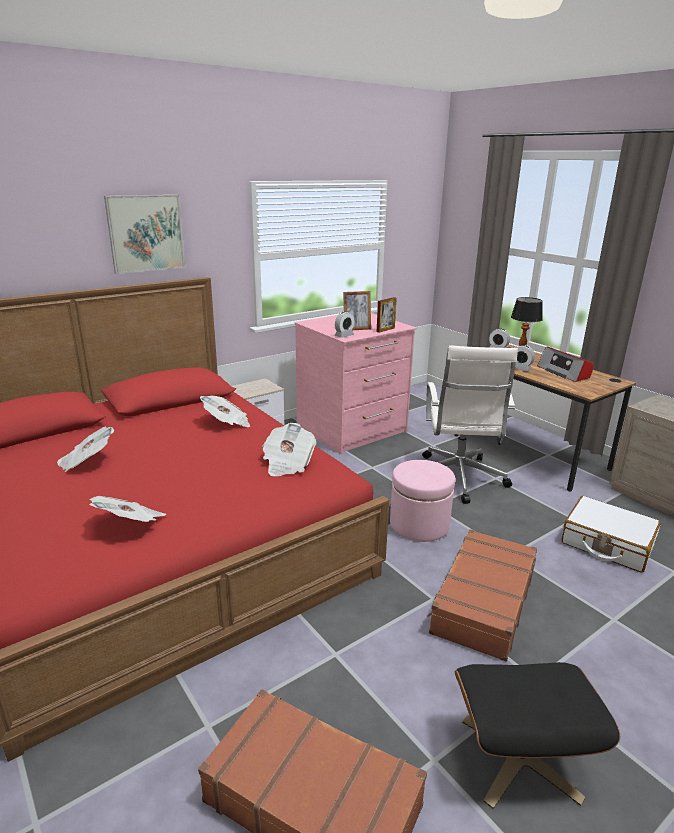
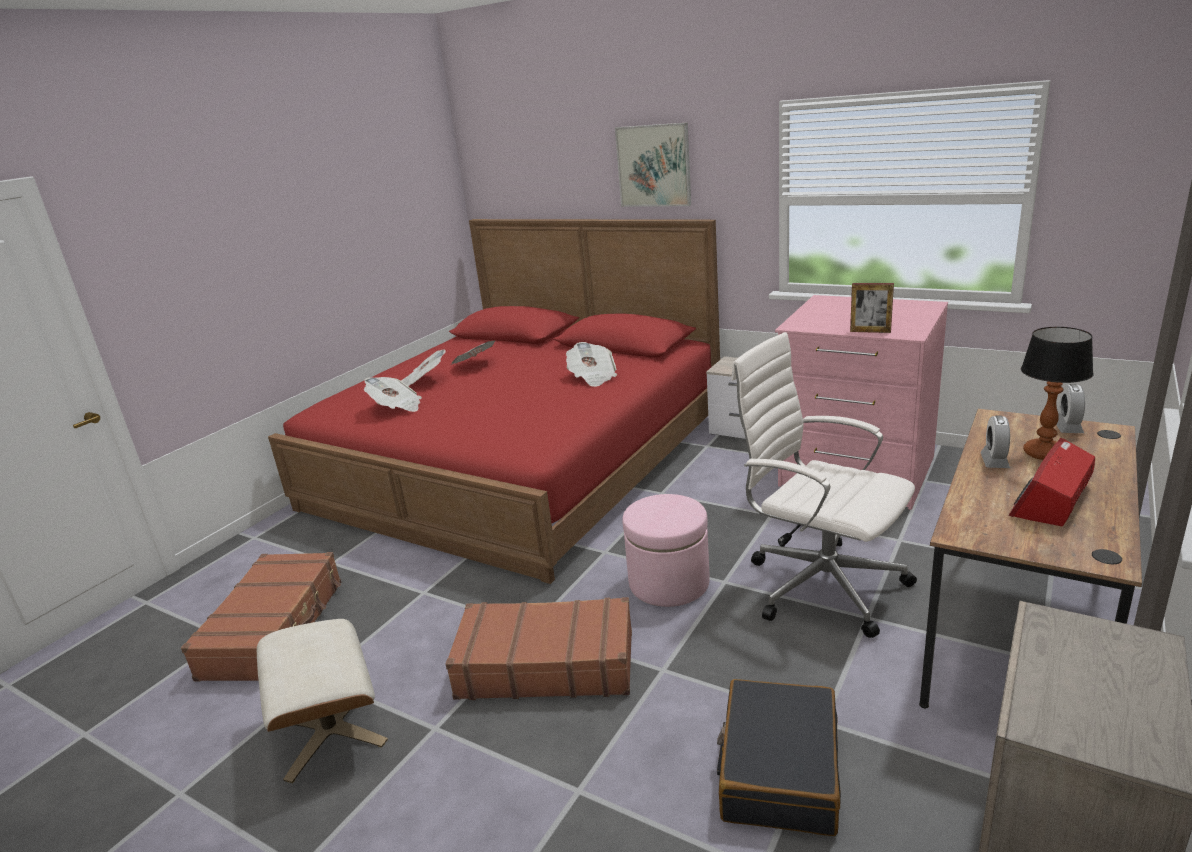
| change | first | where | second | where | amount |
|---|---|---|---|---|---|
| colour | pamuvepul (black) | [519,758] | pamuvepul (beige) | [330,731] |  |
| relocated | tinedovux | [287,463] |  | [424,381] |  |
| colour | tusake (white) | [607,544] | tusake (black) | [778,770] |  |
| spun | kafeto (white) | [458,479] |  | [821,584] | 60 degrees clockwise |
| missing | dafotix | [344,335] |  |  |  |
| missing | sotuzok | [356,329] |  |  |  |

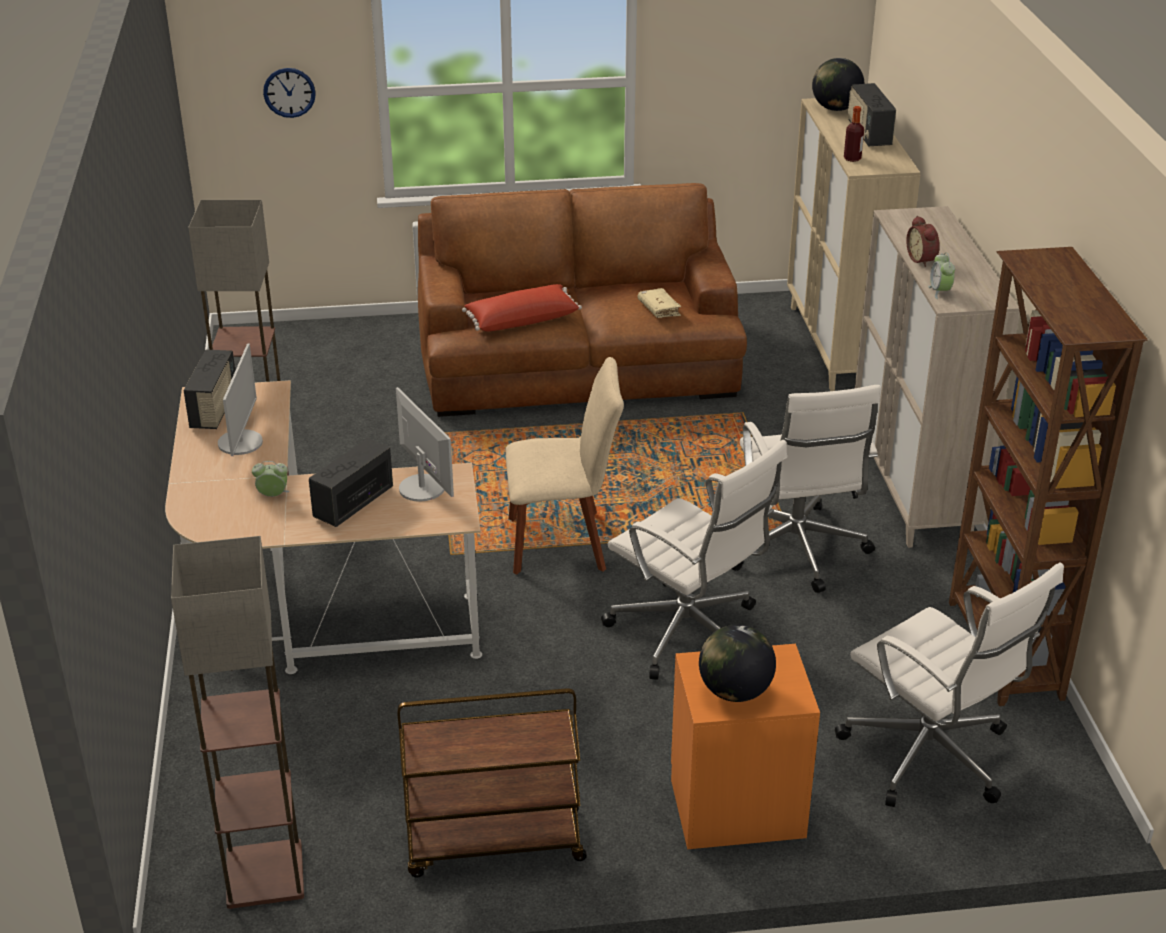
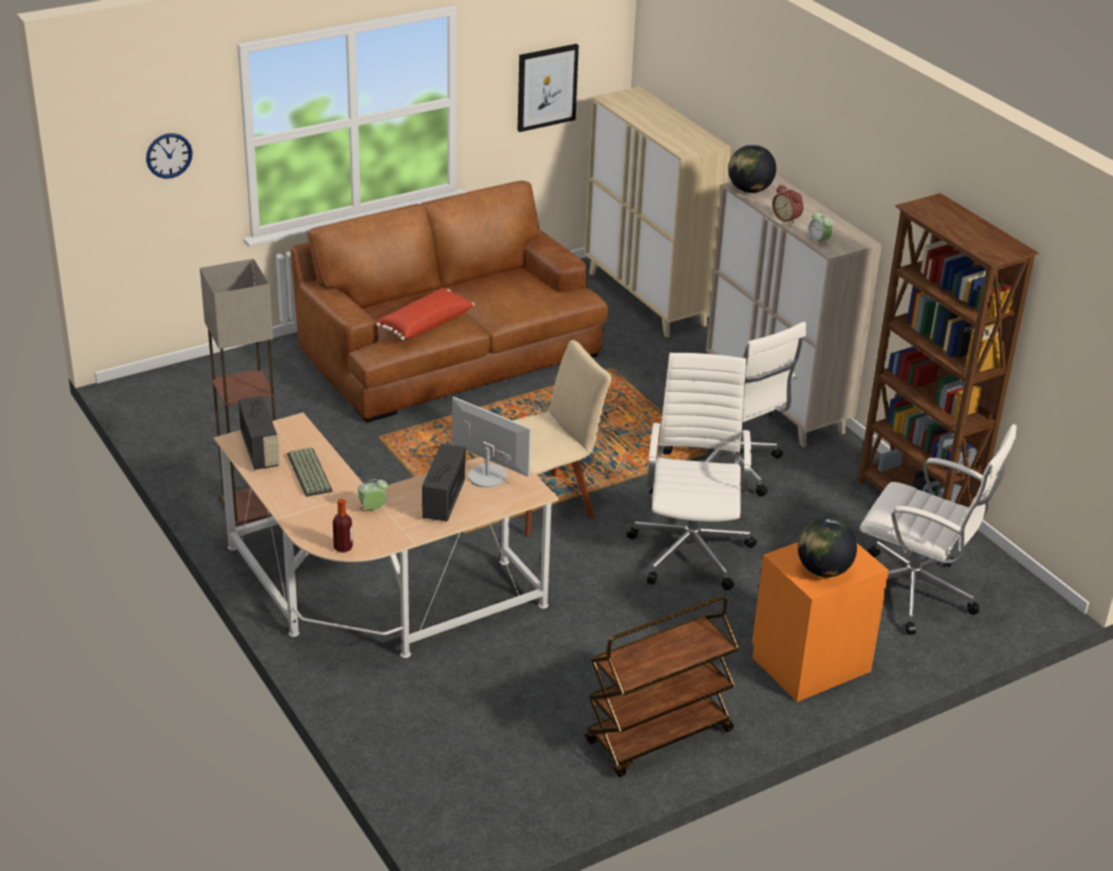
| change | first | where | second | where | amount |
|---|---|---|---|---|---|
| exchanged | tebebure | [241,442] | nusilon | [308,472] |  |
| relocated | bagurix | [852,158] |  | [343,547] |  |
| appeared |  |  | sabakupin | [546,87] |  |
| spun | kafeto (white) | [689,634] |  | [691,550] | 105 degrees counterclockwise |
| relocated | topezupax | [836,108] |  | [749,190] |  |
| missing | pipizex | [266,875] |  |  |  |
| missing | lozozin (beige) | [659,309] |  |  |  |
| missing | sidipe | [868,134] |  |  |  |

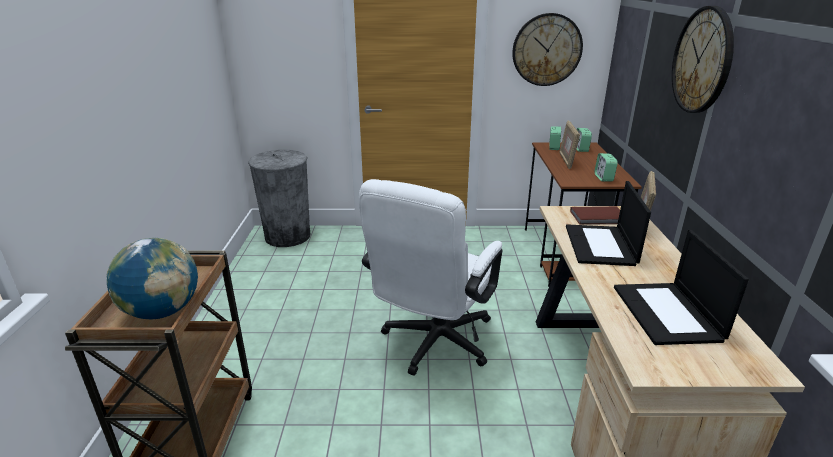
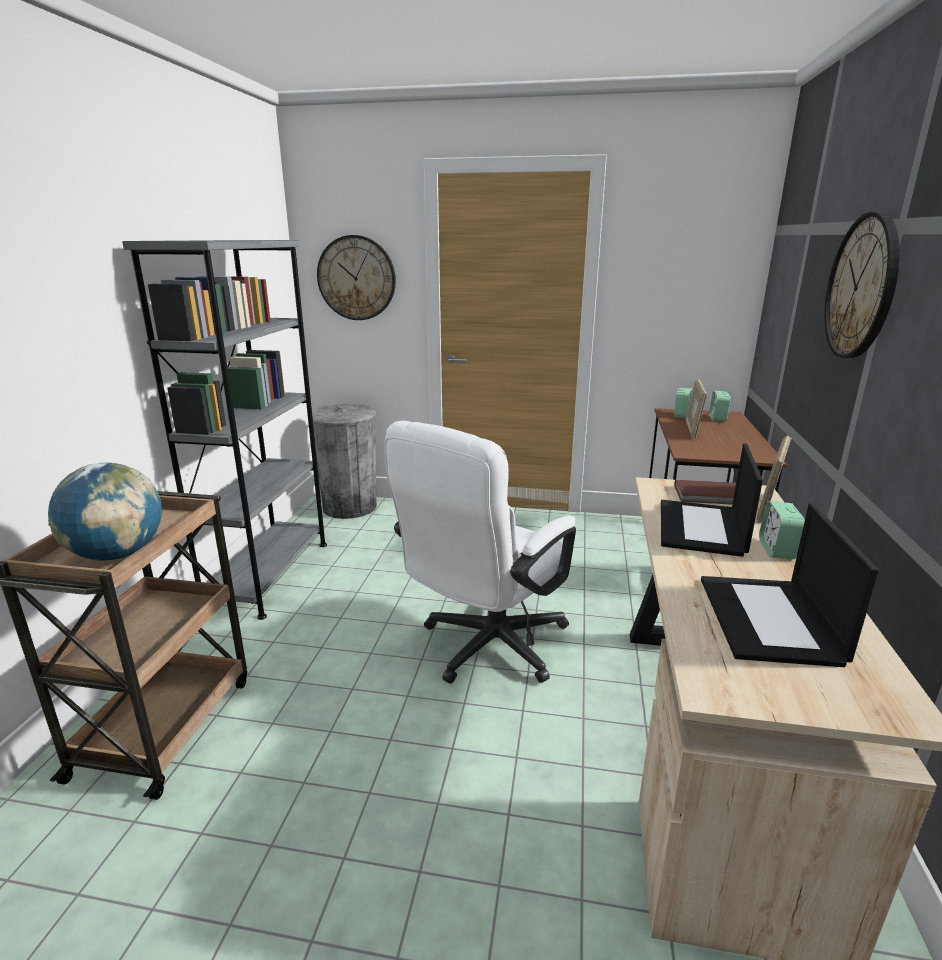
| change | first | where | second | where | amount |
|---|---|---|---|---|---|
| appeared |  |  | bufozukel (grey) | [269,575] |  |
| relocated | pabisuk | [547,50] |  | [356,278] |  |
| relocated | dafotix | [603,178] |  | [776,550] |  |

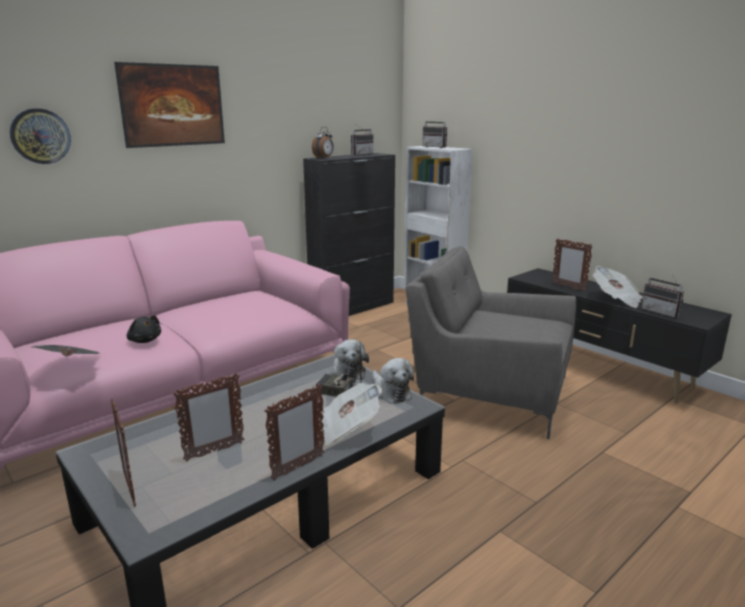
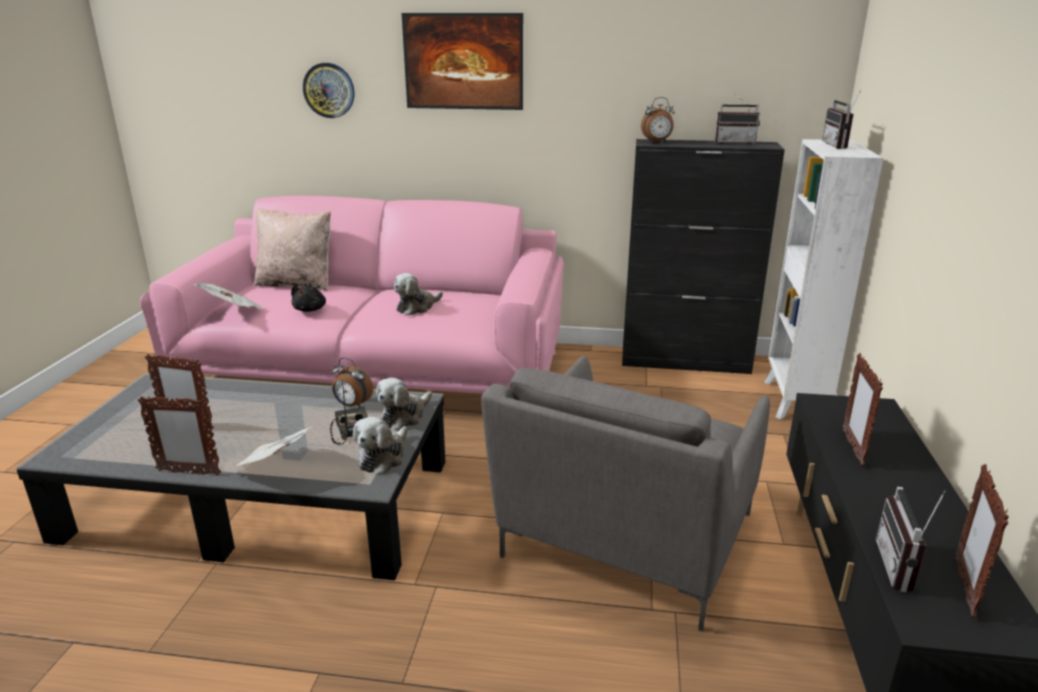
| change | first | where | second | where | amount |
|---|---|---|---|---|---|
| appeared |  |  | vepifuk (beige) | [297,284] |  |
| appeared |  |  | dafotix | [352,405] |  |
| appeared |  |  | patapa | [417,307] |  |
| spun | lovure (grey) | [489,391] |  | [624,540] | 135 degrees counterclockwise |
| relocated | sotuzok | [130,488] |  | [964,586] |  |
| missing | tinedovux | [616,299] |  |  |  |

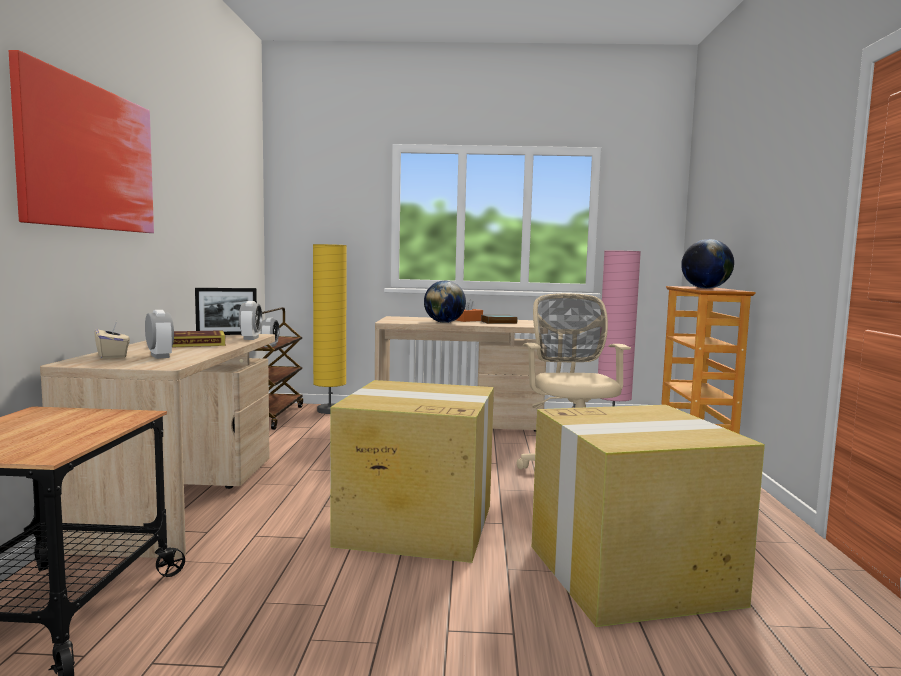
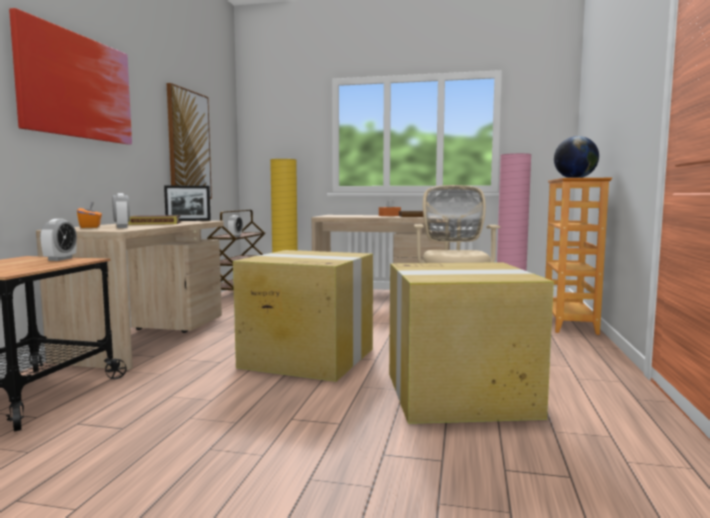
| change | first | where | second | where | amount |
|---|---|---|---|---|---|
| relocated | dafotix | [251,338] |  | [60,259] |  |
| colour | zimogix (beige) | [113,356] | zimogix (orange) | [90,227] |  |
| appeared |  |  | sabakupin | [188,145] |  |
| missing | topezupax | [444,322] |  |  |  |

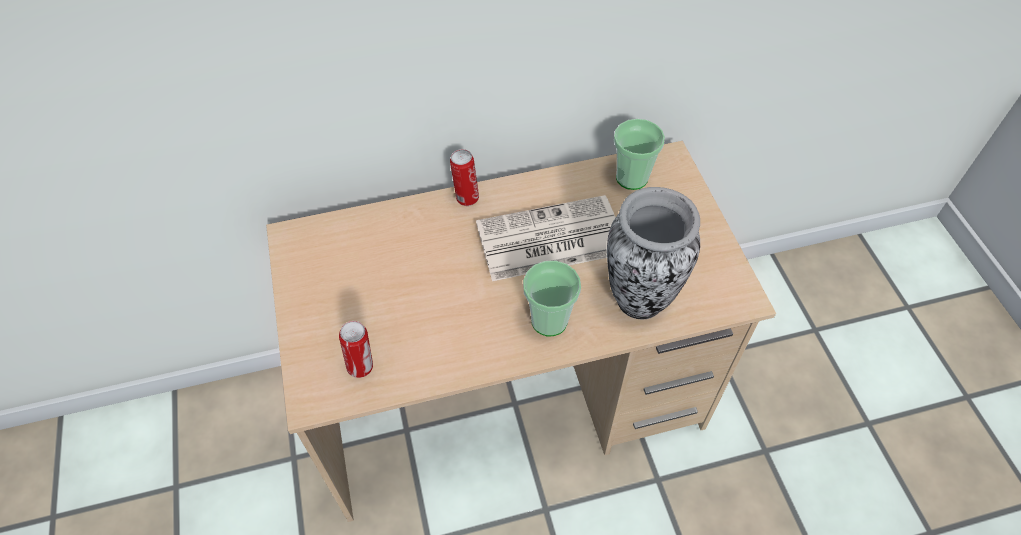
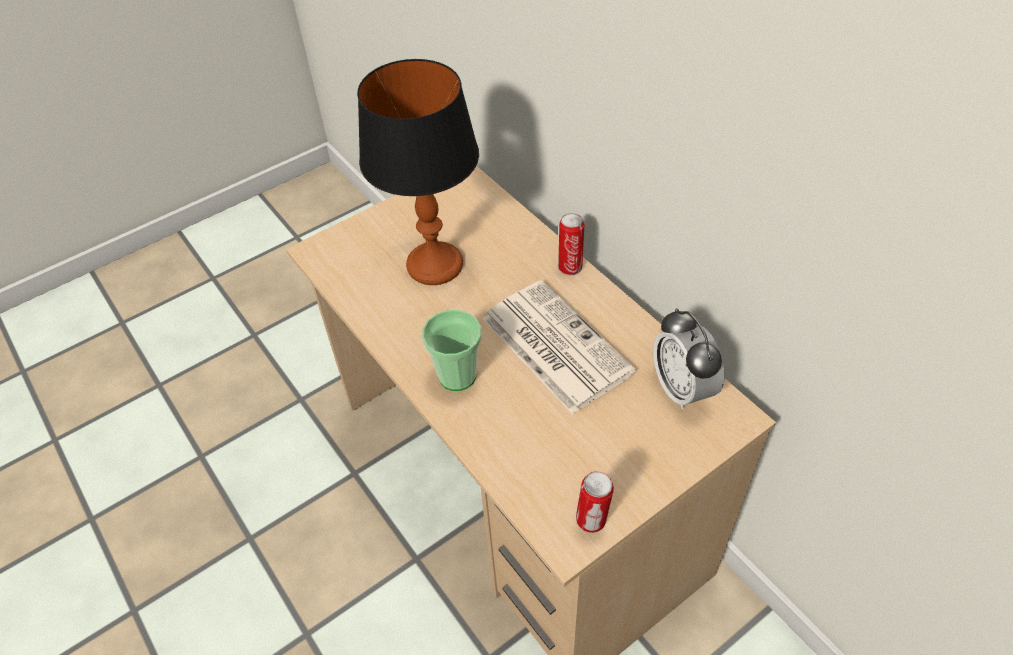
| change | first | where | second | where | amount |
|---|---|---|---|---|---|
| appeared |  |  | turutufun | [434,265] |  |
| relocated | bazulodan | [362,366] |  | [592,521] |  |
| exchanged | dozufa | [631,178] | dafotix | [682,389] |  |
| missing | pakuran | [640,298] |  |  |  |

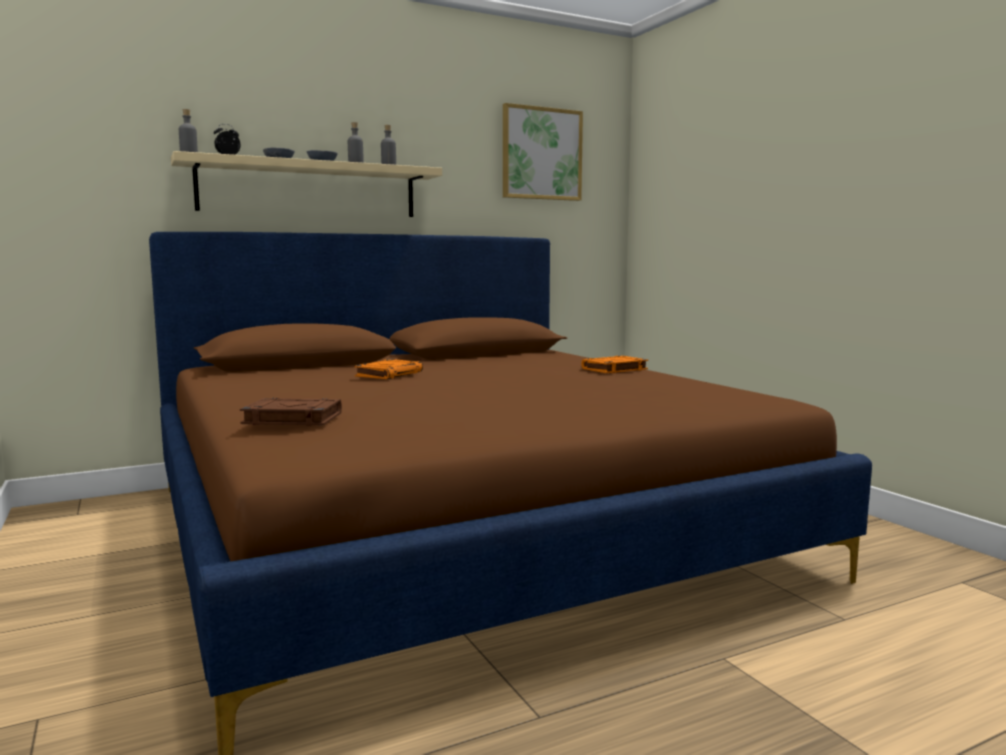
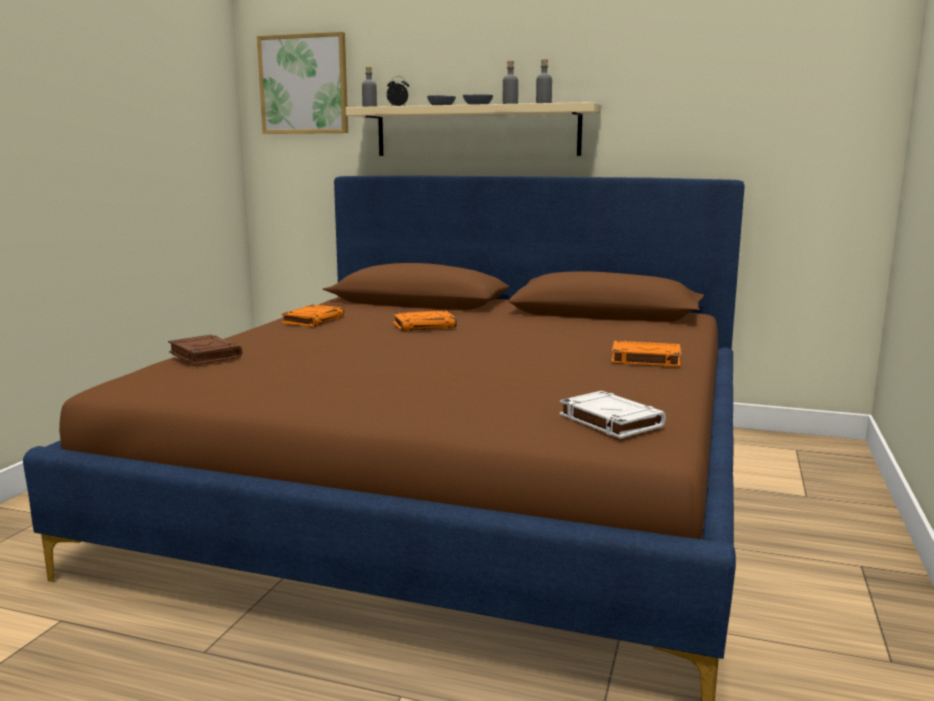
| change | first | where | second | where | amount |
|---|---|---|---|---|---|
| relocated | sabakupin | [541,154] |  | [304,84] |  |
| appeared |  |  | lozozin (orange) | [313,320] |  |
| appeared |  |  | lozozin (white) | [609,420] |  |

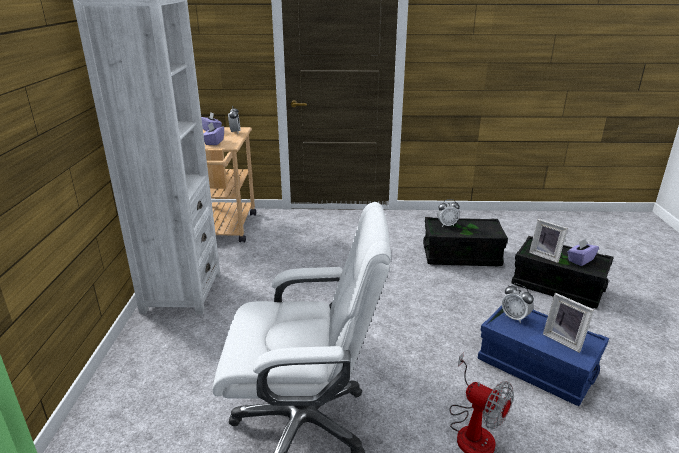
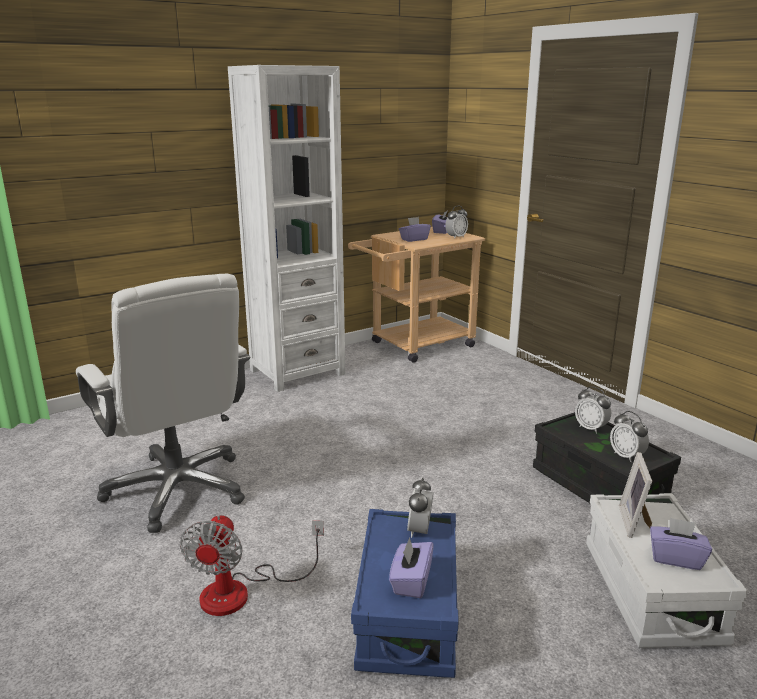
| change | first | where | second | where | amount |
|---|---|---|---|---|---|
| exchanged | sotuzok | [564,340] | zimogix (purple) | [411,581] |  |
| colour | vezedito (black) | [557,286] | vezedito (white) | [651,592] |  |
| appeared |  |  | dafotix | [626,456] |  |

